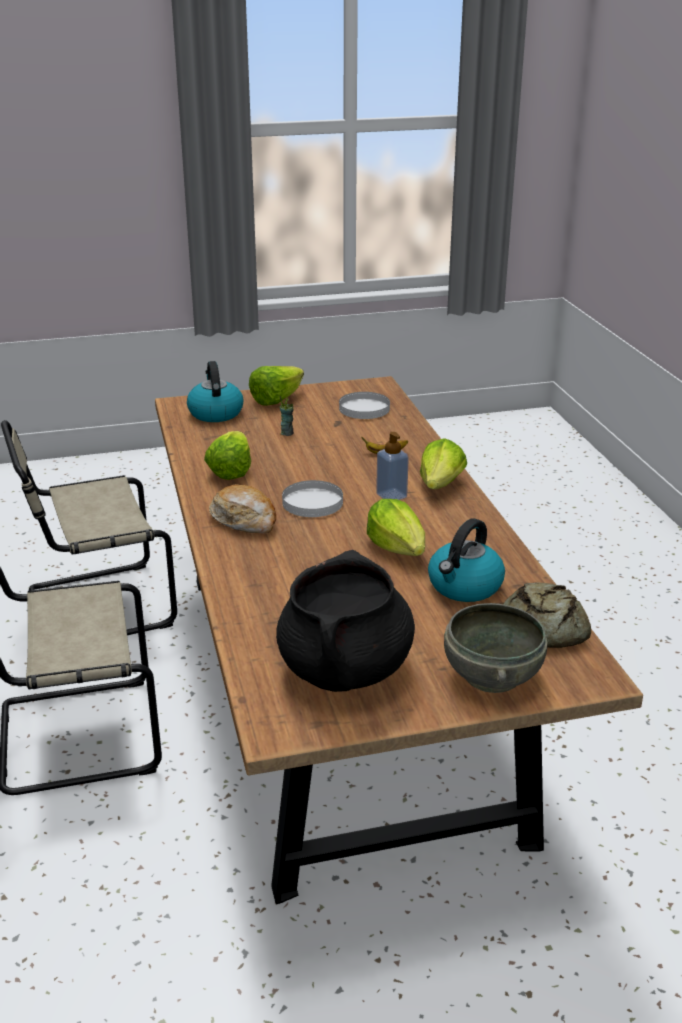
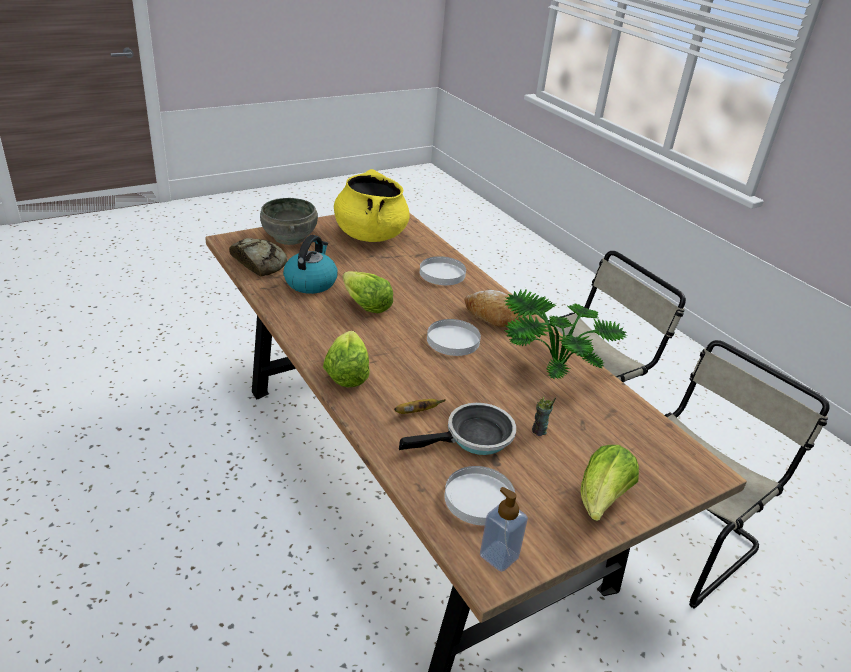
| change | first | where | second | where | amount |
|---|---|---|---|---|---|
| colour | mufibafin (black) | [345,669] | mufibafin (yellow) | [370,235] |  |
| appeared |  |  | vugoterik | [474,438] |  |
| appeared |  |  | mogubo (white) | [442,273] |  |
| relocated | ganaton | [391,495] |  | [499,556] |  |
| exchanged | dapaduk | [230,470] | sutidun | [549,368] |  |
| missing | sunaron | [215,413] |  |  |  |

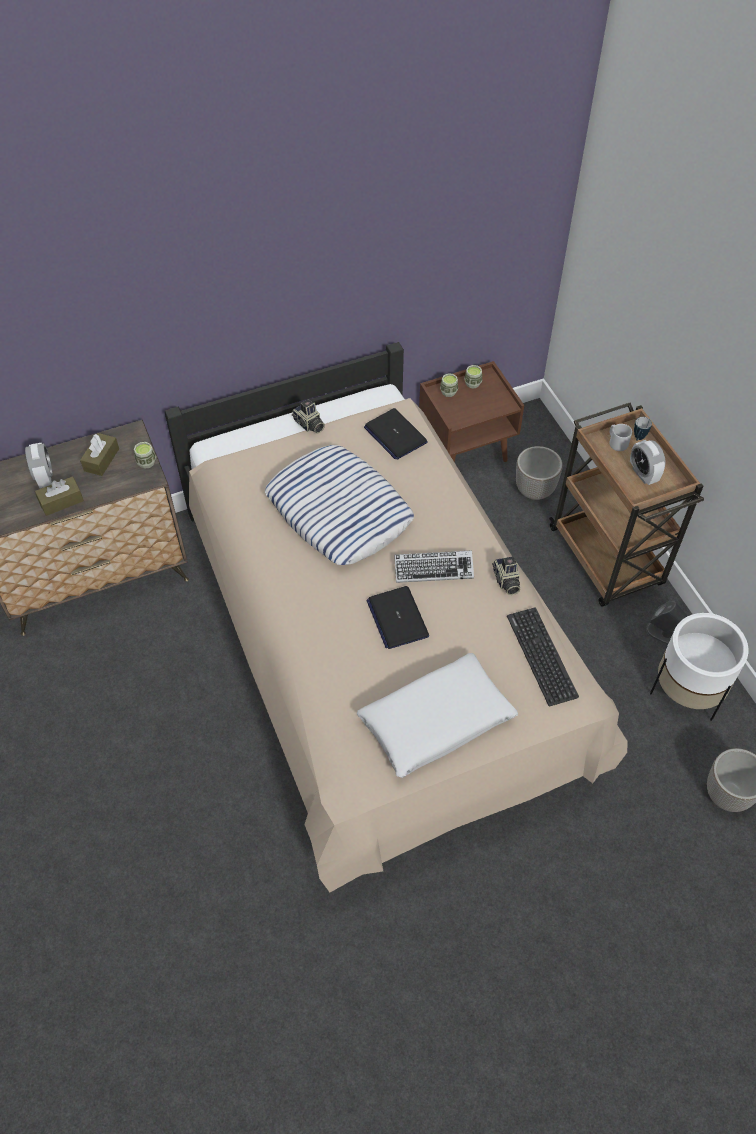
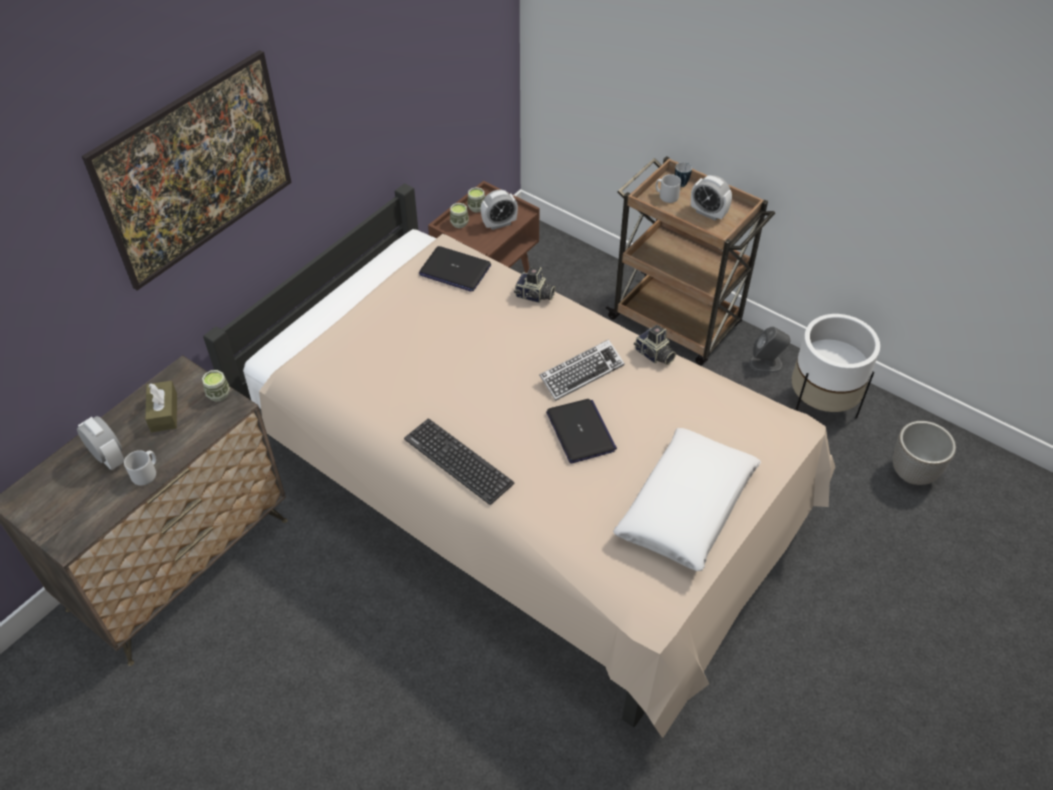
| change | first | where | second | where | amount |
|---|---|---|---|---|---|
| appeared |  |  | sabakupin | [205,201] |  |
| exchanged | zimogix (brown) | [61,501] | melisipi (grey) | [146,473] |  |
| relocated | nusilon | [541,656] |  | [458,461] |  |
| appeared |  |  | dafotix | [499,224] |  |
| relocated | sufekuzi | [309,425] |  | [534,296] |  |
| spun | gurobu | [397,618] |  | [580,432] | 150 degrees counterclockwise |
| missing | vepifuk | [338,511] |  |  |  |
| missing | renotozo | [535,491] |  |  |  |

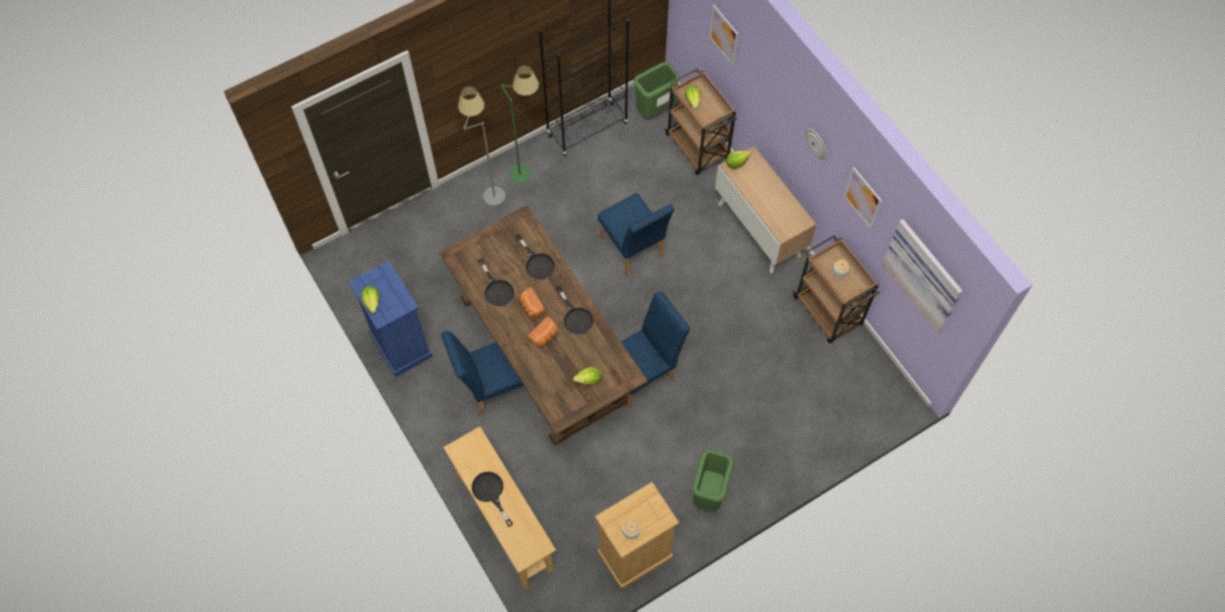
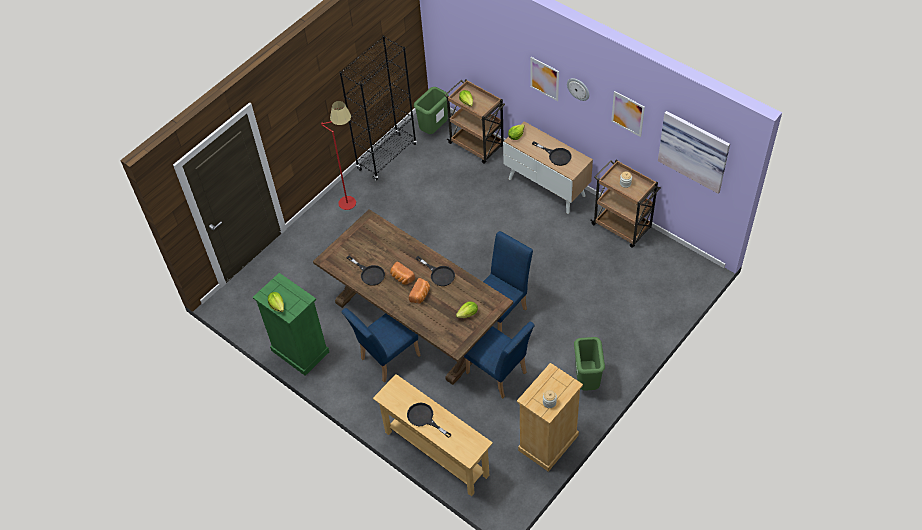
| change | first | where | second | where | amount |
|---|---|---|---|---|---|
| colour | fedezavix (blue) | [400,344] | fedezavix (green) | [300,351] |  |
| colour | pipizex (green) | [526,168] | pipizex (red) | [351,197] |  |
| relocated | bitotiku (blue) | [633,251] |  | [499,375] |  |
| relocated | sabakupin | [724,35] |  | [544,78] |  |
| relocated | vugoterik (black) | [537,263] |  | [556,155] |  |
| missing | pipizex (grey) | [488,189] |  |  |  |

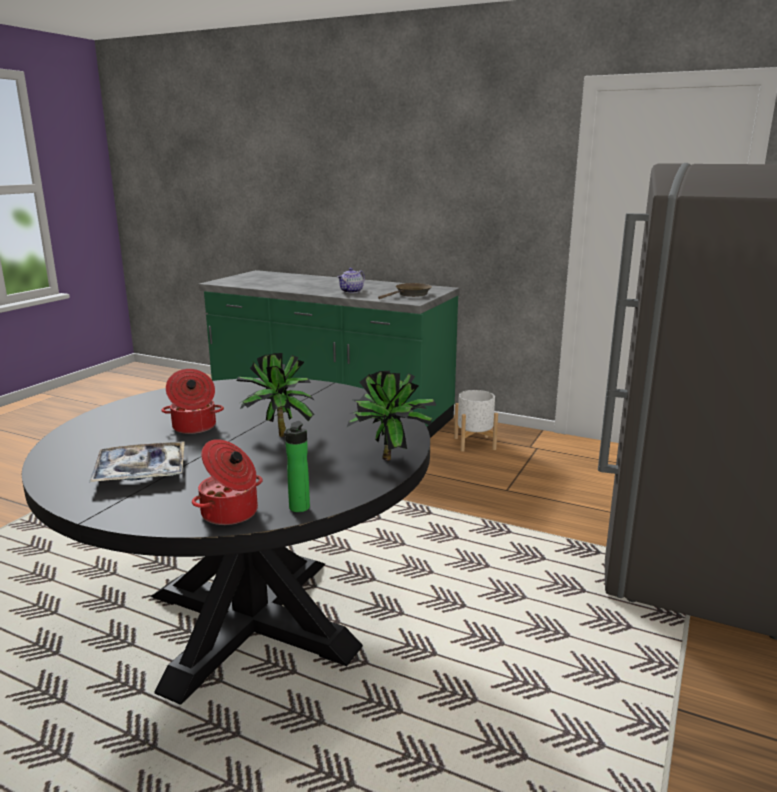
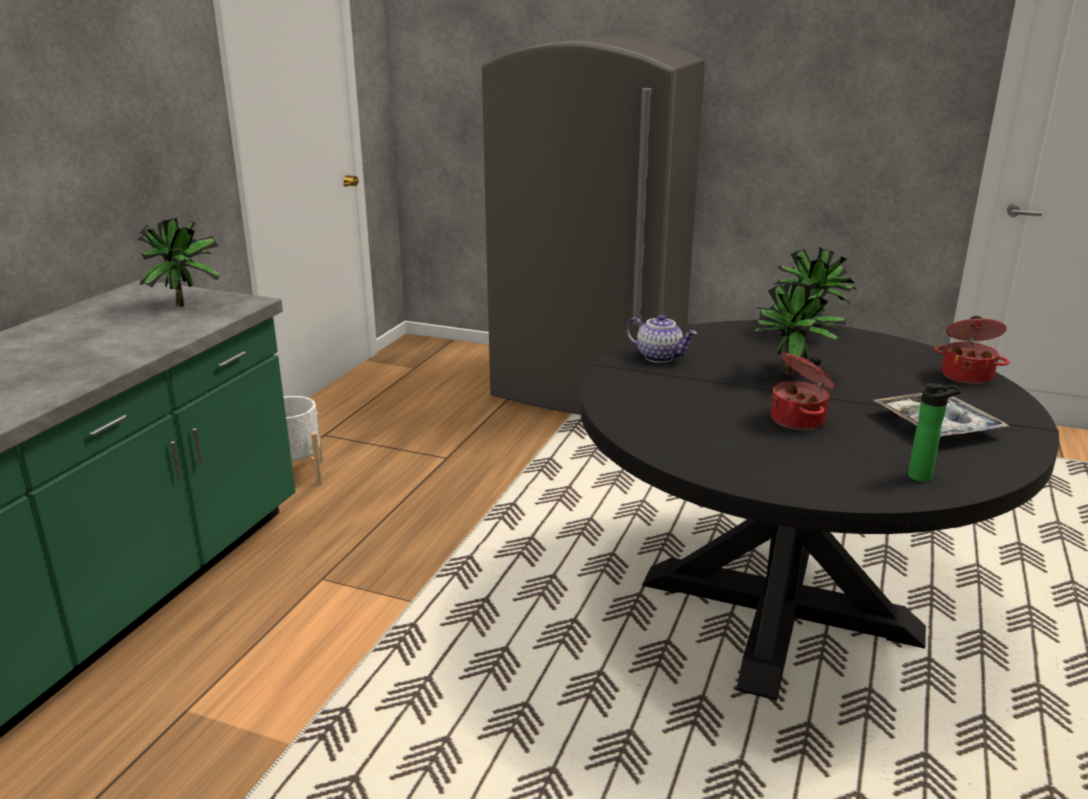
| change | first | where | second | where | amount |
|---|---|---|---|---|---|
| exchanged | vugoterik (brown) | [411,294] | sutidun | [185,304] |  |
| relocated | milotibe | [351,292] |  | [660,357] |  |
| relocated | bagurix | [298,509] |  | [923,476] |  |

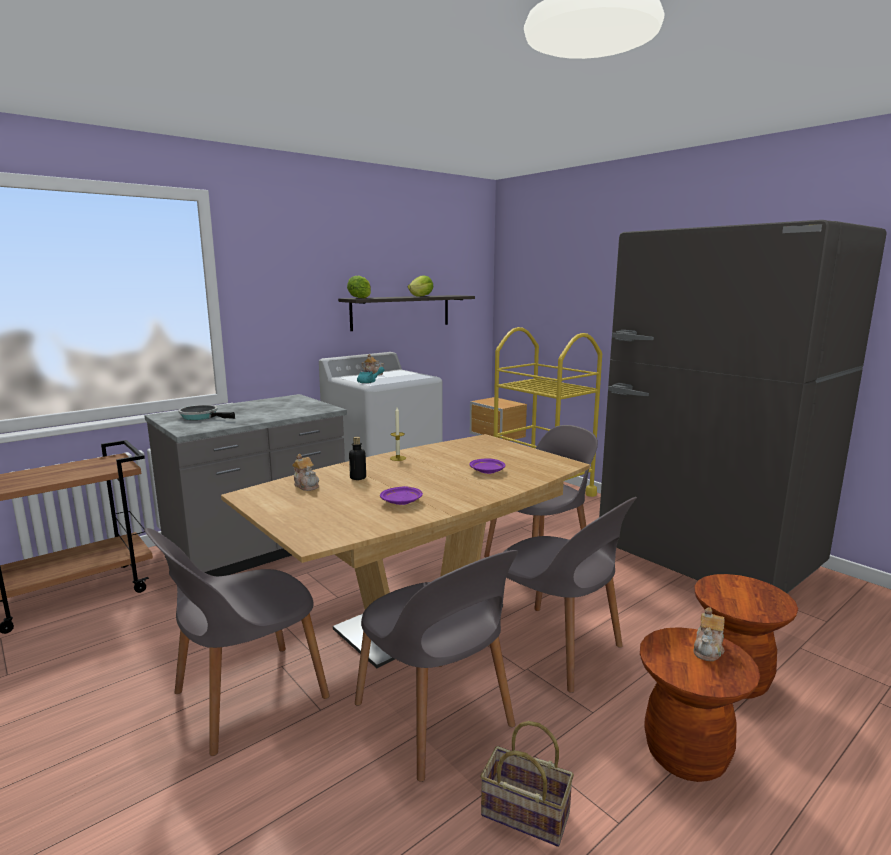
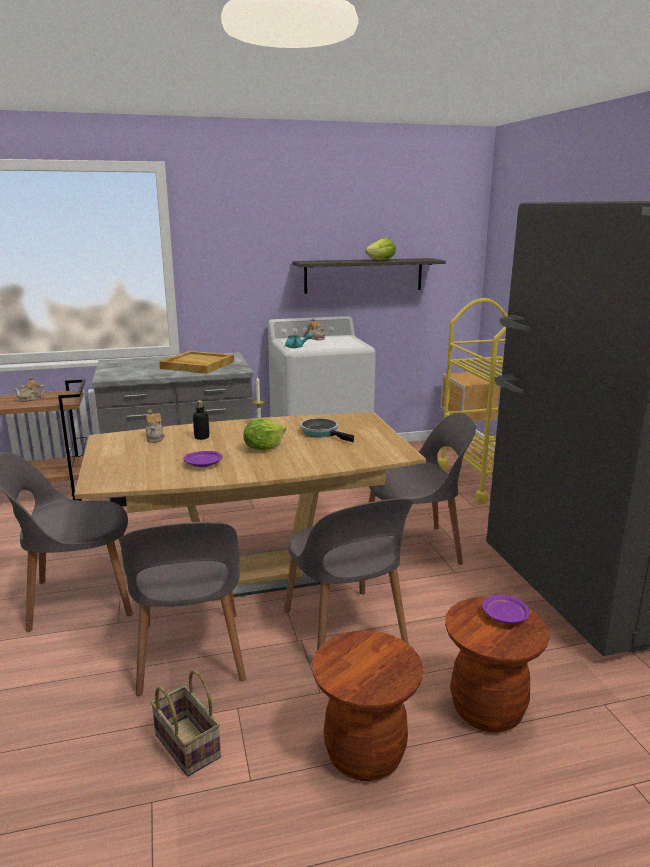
| change | first | where | second | where | amount |
|---|---|---|---|---|---|
| relocated | milotibe | [708,649] |  | [31,399] |  |
| appeared |  |  | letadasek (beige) | [197,365] |  |
| relocated | dapaduk | [360,298] |  | [263,448] |  |
| relocated | vugoterik | [202,417] |  | [322,433] |  |
| relocated | mogubo (purple) | [487,471] |  | [504,616] |  |

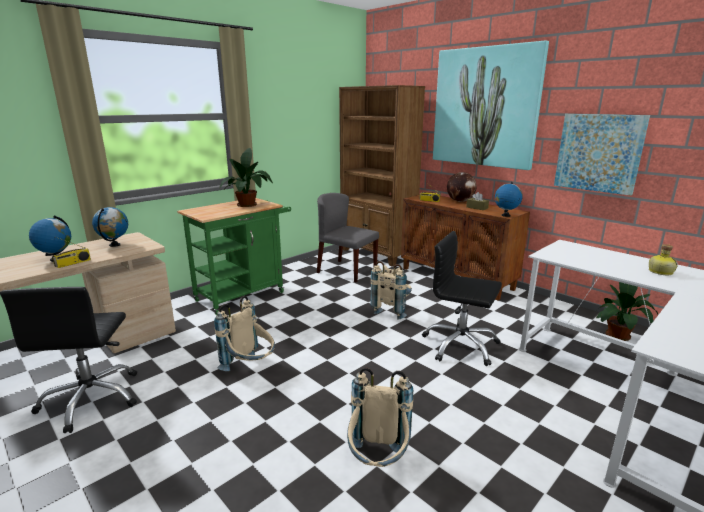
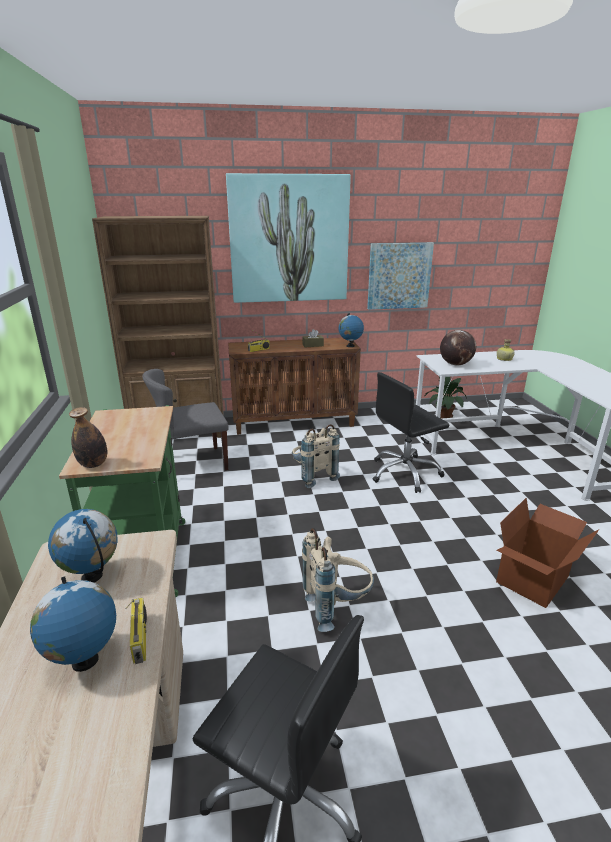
| change | first | where | second | where | amount |
|---|---|---|---|---|---|
| appeared |  |  | bagurix | [93,464] |  |
| relocated | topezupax | [460,201] |  | [455,364] |  |
| exchanged | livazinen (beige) | [378,463] | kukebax | [534,580] |  |
| missing | sutidun | [248,204] |  |  |  |

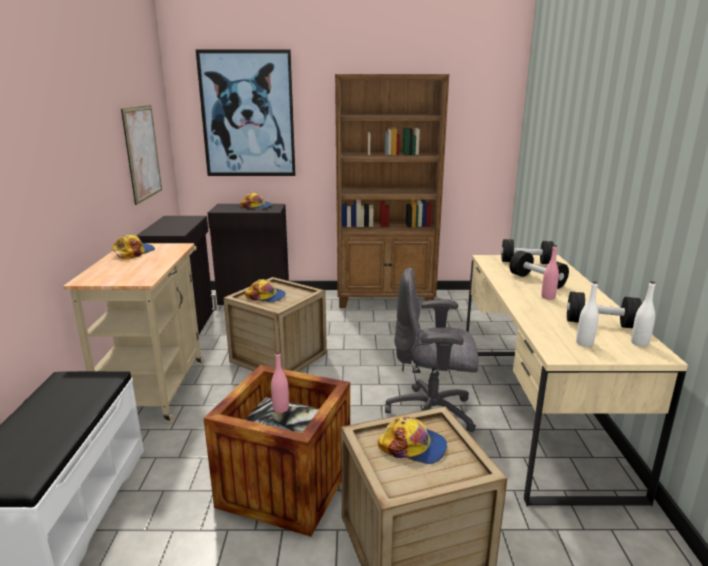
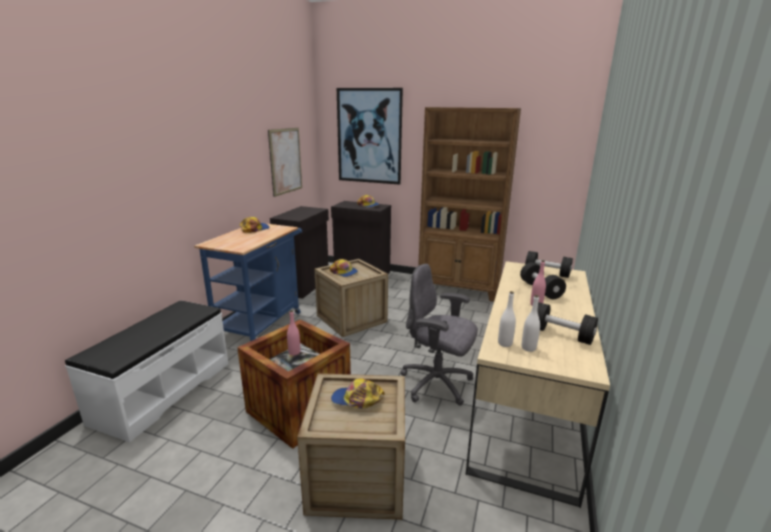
| change | first | where | second | where | amount |
|---|---|---|---|---|---|
| colour | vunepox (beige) | [157,385] | vunepox (blue) | [262,323] |  |
| spun | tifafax | [413,446] |  | [357,400] | 150 degrees clockwise |
| relocated | bagurix (white) | [639,343] |  | [505,343] |  |

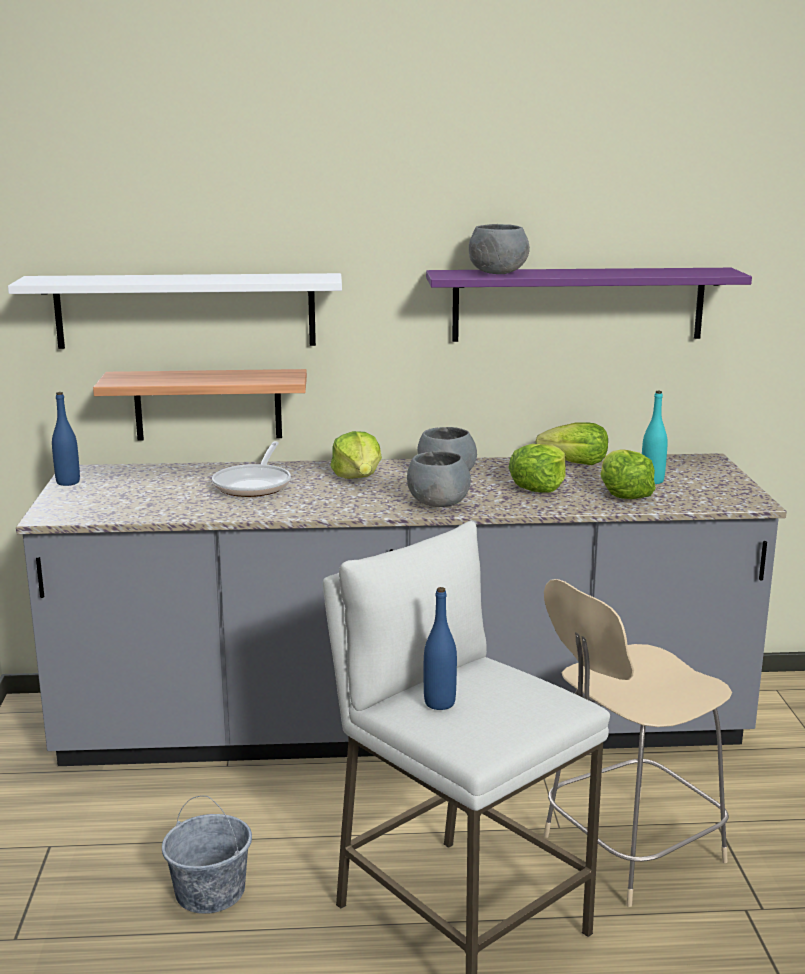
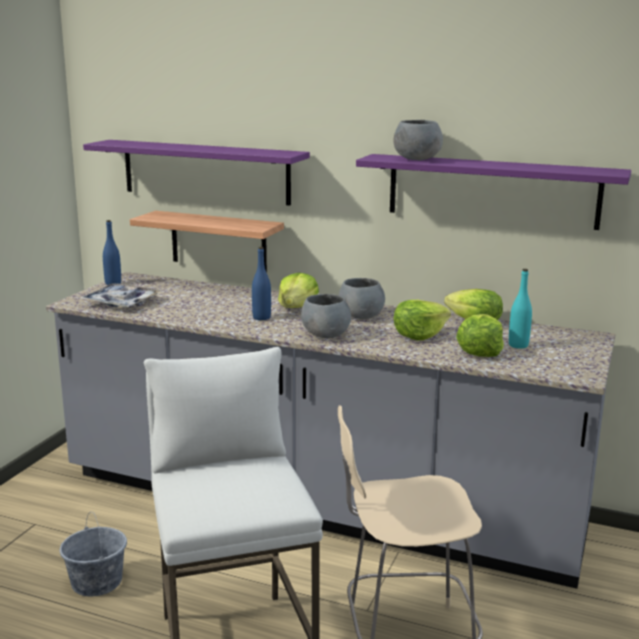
| change | first | where | second | where | amount |
|---|---|---|---|---|---|
| appeared |  |  | letadasek | [121,303] |  |
| colour | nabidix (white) | [185,310] | nabidix (purple) | [205,171] |  |
| relocated | bagurix (blue) | [439,703] |  | [261,317] |  |
| missing | vugoterik | [254,484] |  |  |  |

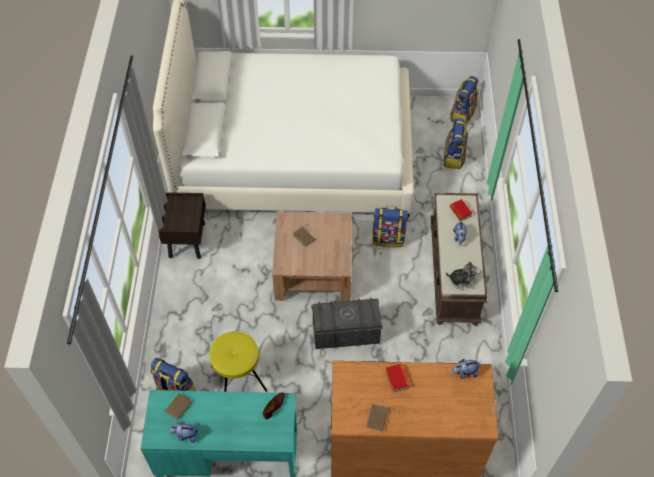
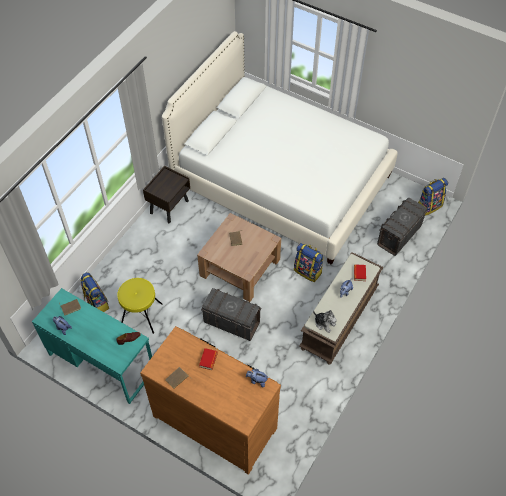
| change | first | where | second | where | amount |
|---|---|---|---|---|---|
| exchanged | livazinen | [454,158] | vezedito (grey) | [399,235] |  |

